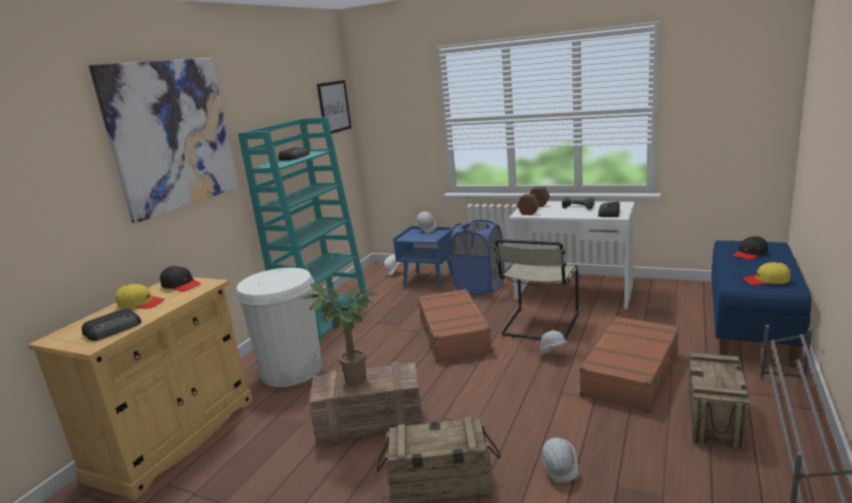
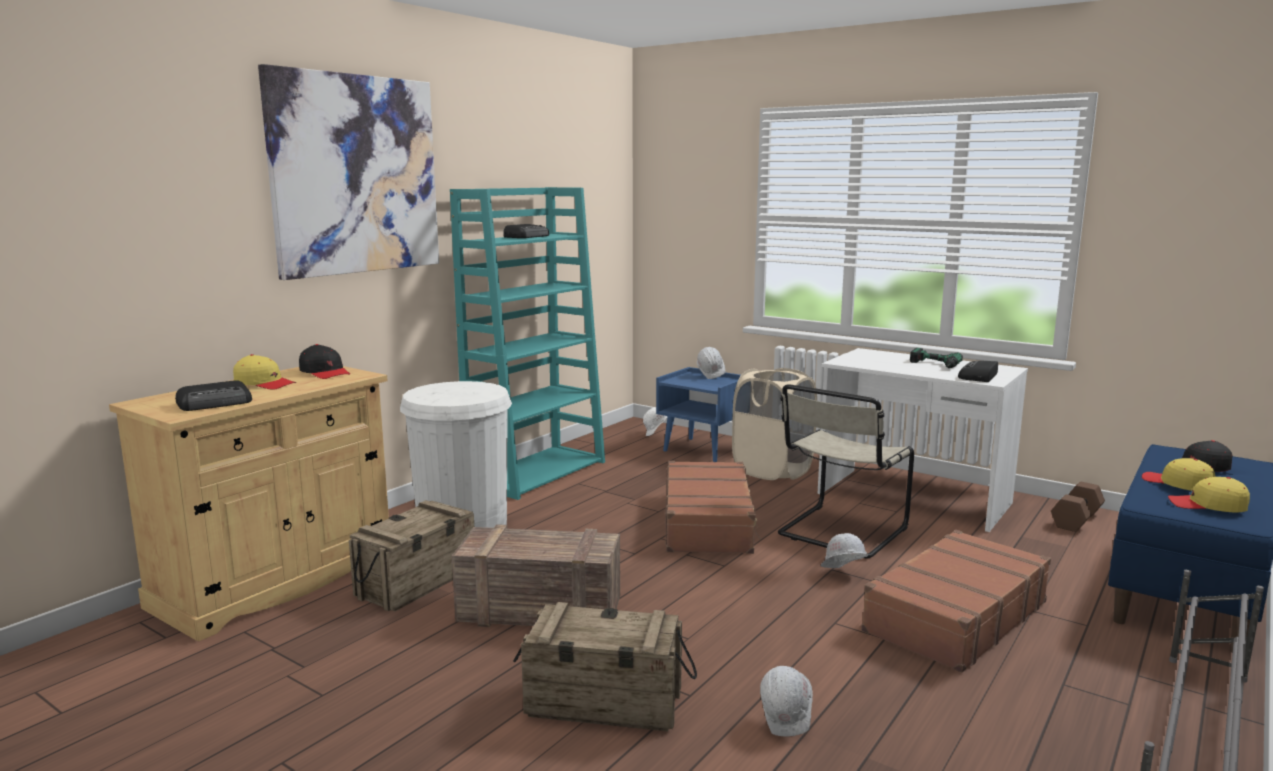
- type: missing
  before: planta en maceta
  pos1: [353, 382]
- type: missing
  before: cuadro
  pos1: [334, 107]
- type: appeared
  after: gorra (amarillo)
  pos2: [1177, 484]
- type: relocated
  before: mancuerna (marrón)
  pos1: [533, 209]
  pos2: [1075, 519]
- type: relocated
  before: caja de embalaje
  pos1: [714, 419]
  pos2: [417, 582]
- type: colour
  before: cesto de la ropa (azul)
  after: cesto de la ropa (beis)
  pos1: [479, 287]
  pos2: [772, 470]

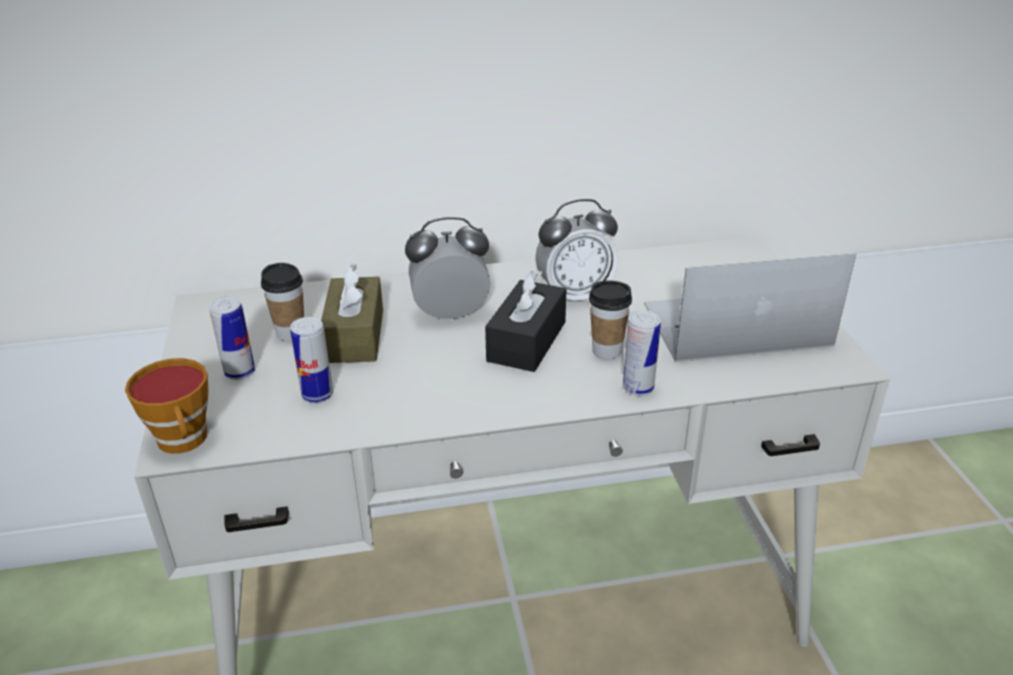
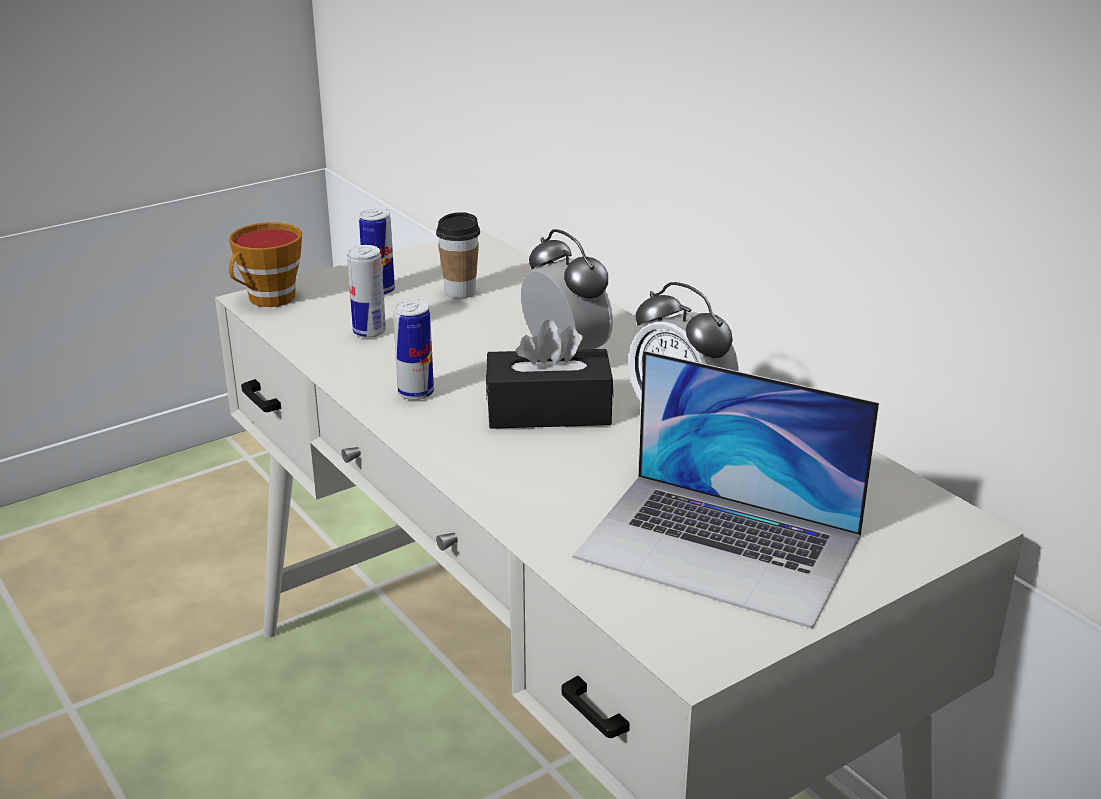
- type: missing
  before: caja de pañuelos (marrón)
  pos1: [355, 335]
- type: missing
  before: taza
  pos1: [607, 351]
- type: relocated
  before: lata
  pos1: [638, 388]
  pos2: [416, 393]
- type: spun
  before: portátil
  pos1: [734, 324]
  pos2: [720, 546]
  turn: 150

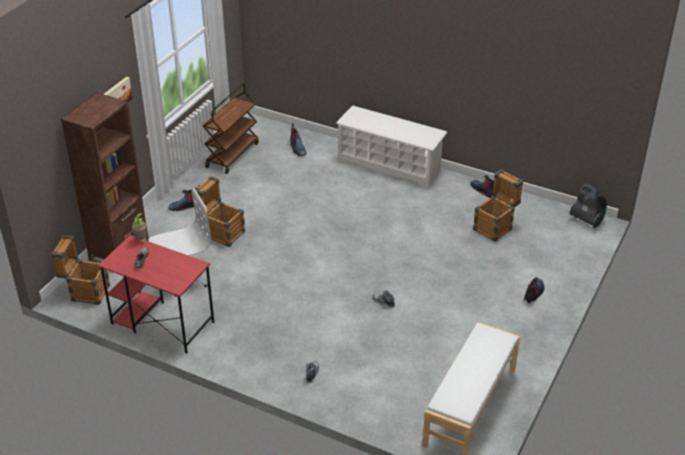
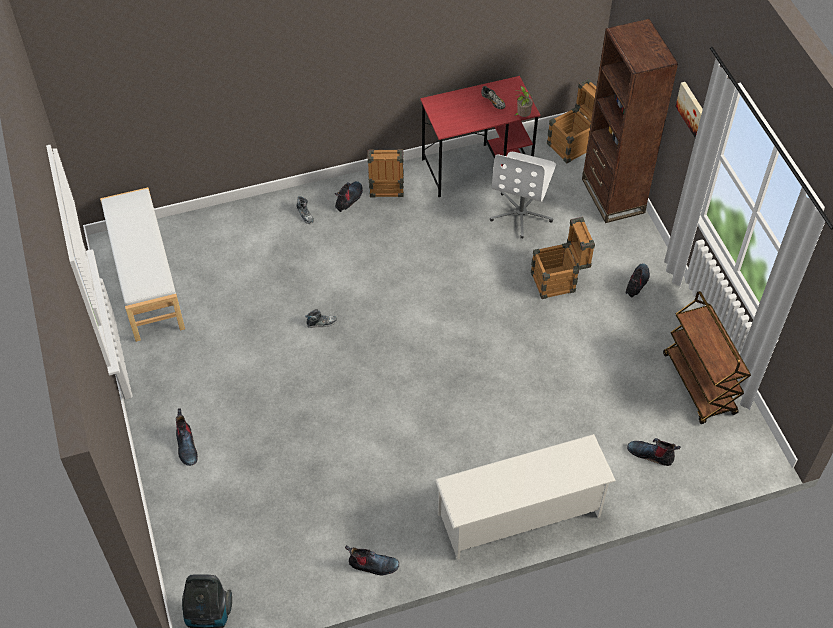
- type: appeared
  after: bota
  pos2: [349, 199]
- type: relocated
  before: caja de embalaje
  pos1: [495, 227]
  pos2: [386, 189]

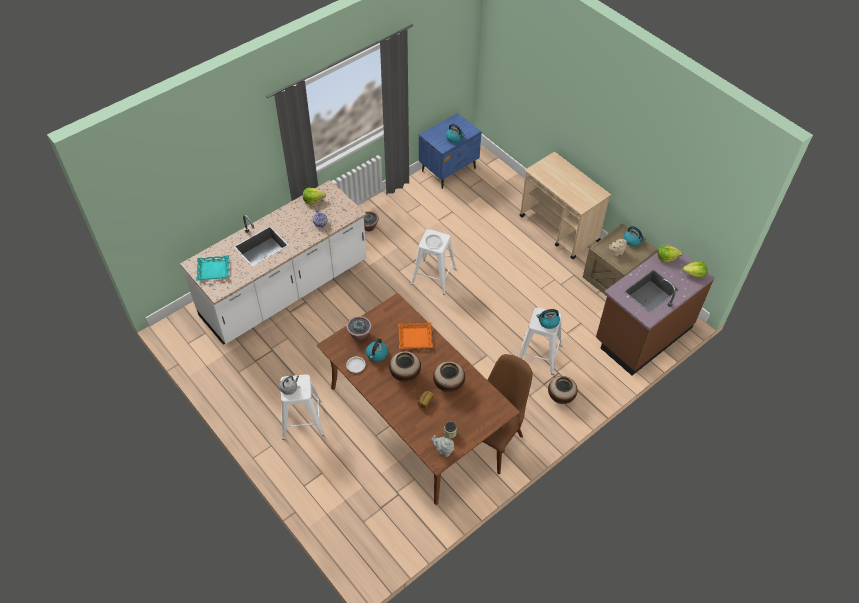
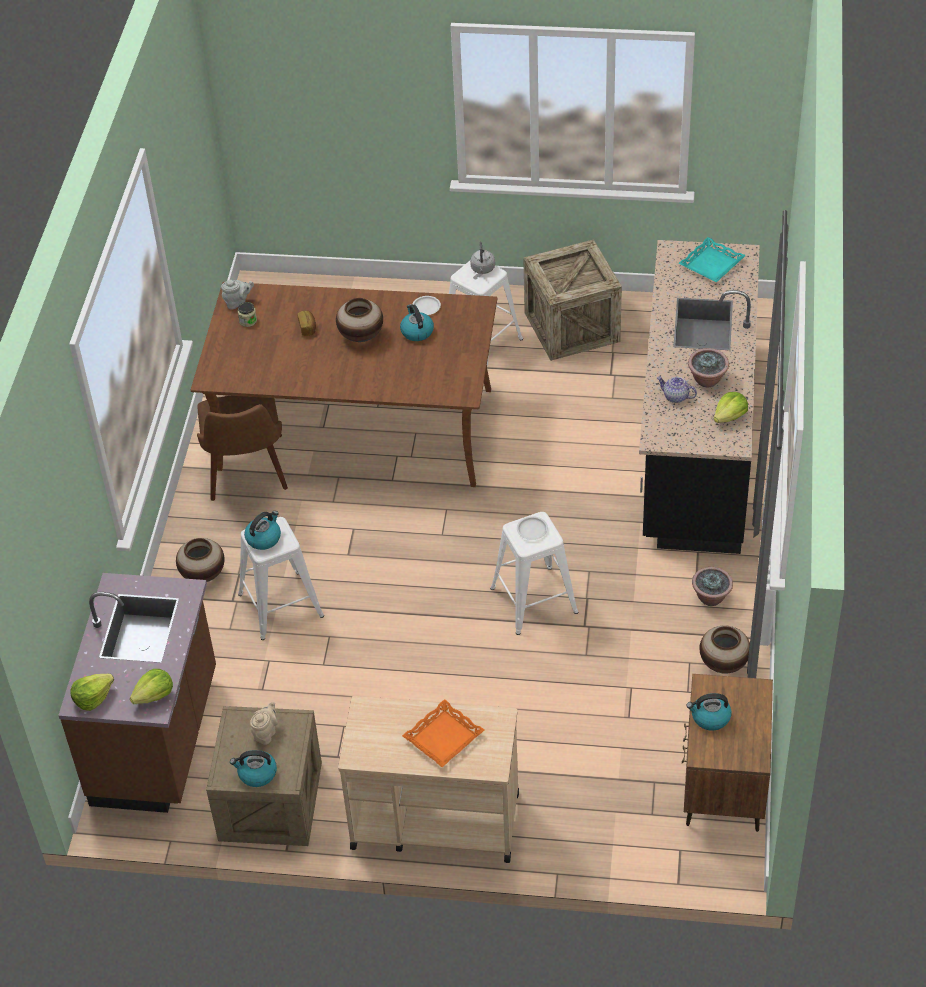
- type: appeared
  after: caja de embalaje
  pos2: [572, 327]
- type: relocated
  before: planta en maceta
  pos1: [359, 334]
  pos2: [707, 380]
- type: relocated
  before: bandeja (naranja)
  pos1: [415, 337]
  pos2: [444, 738]
- type: relocated
  before: florero
  pos1: [448, 384]
  pos2: [723, 663]
- type: colour
  before: mueble bajo de cocina (blanco)
  after: mueble bajo de cocina (negro)
  pos1: [285, 289]
  pos2: [695, 441]
- type: colour
  before: mesita de noche (azul)
  after: mesita de noche (marrón)
  pos1: [449, 170]
  pos2: [723, 788]

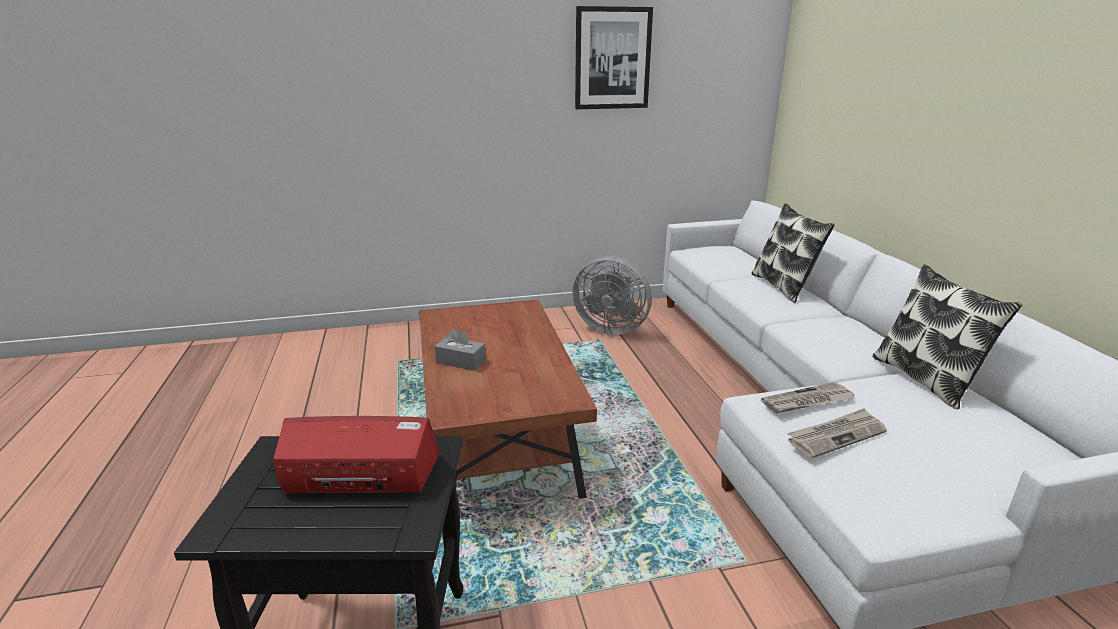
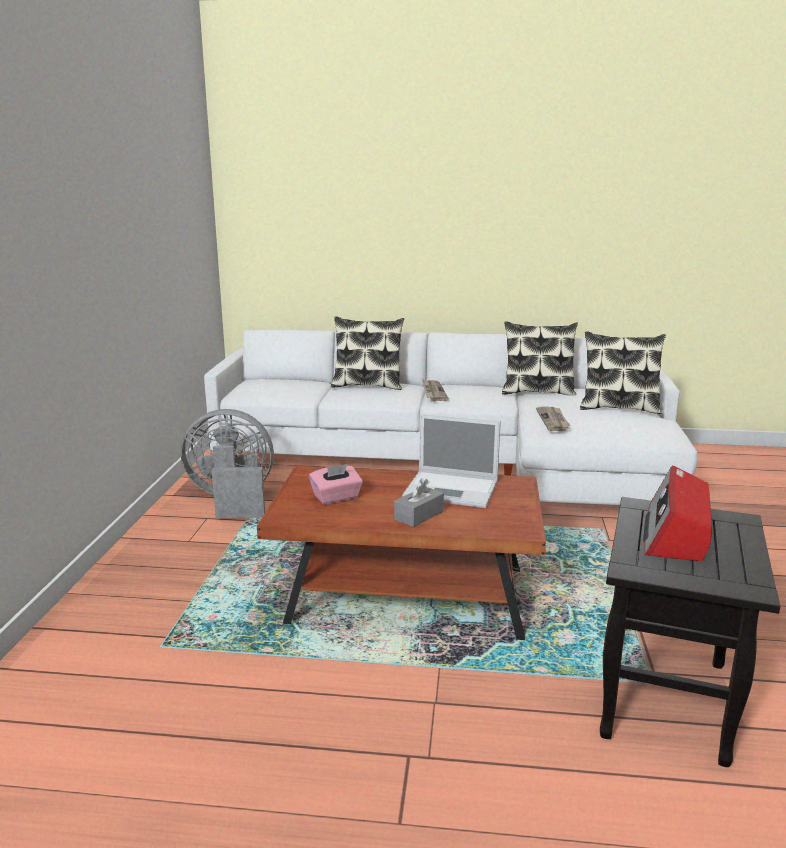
- type: missing
  before: cuadro
  pos1: [612, 58]
- type: appeared
  after: caja de pañuelos (rosa)
  pos2: [336, 497]
- type: appeared
  after: portátil
  pos2: [453, 490]
- type: appeared
  after: cojín
  pos2: [619, 408]
- type: relocated
  before: periódico
  pos1: [836, 435]
  pos2: [433, 392]
- type: spun
  before: ventilador (gris)
  pos1: [610, 328]
  pos2: [232, 500]
  turn: -135

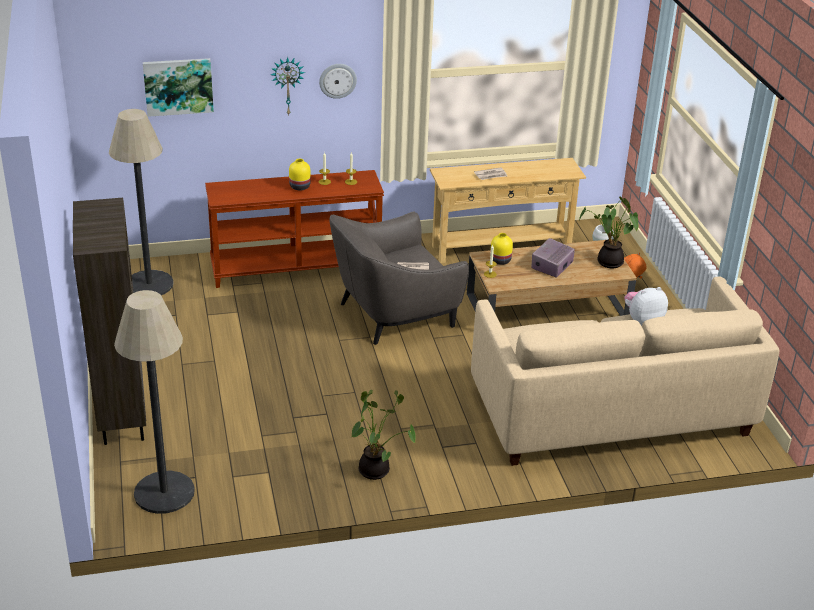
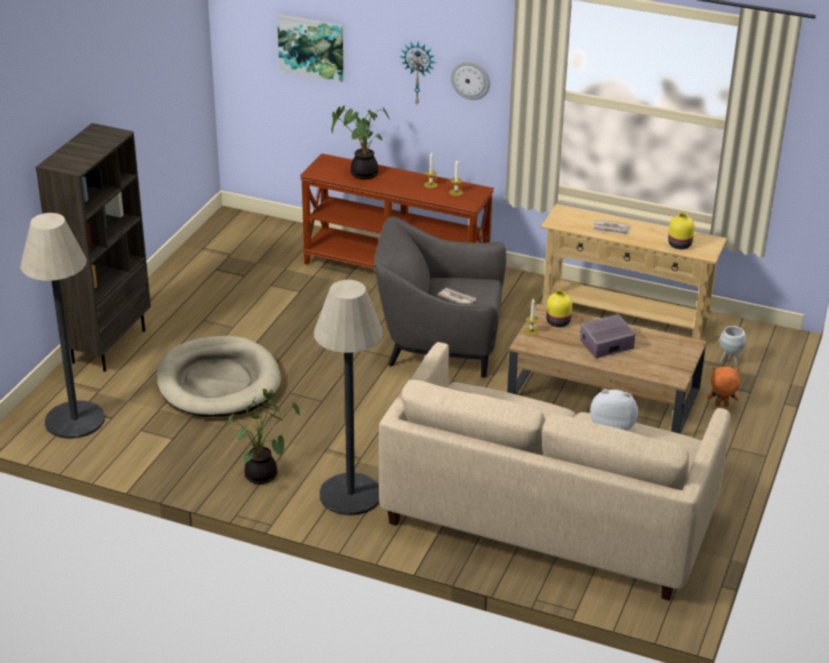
- type: appeared
  after: cama para perro (beis)
  pos2: [218, 382]
- type: relocated
  before: lámpara de pie
  pos1: [149, 284]
  pos2: [350, 494]
- type: relocated
  before: florero (amarillo)
  pos1: [299, 186]
  pos2: [679, 244]
- type: relocated
  before: planta en maceta
  pos1: [607, 262]
  pos2: [362, 173]

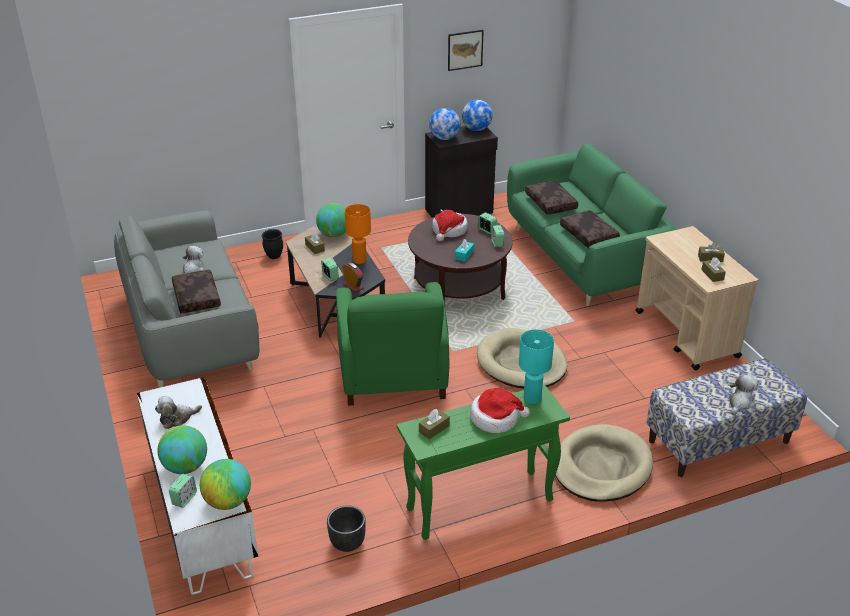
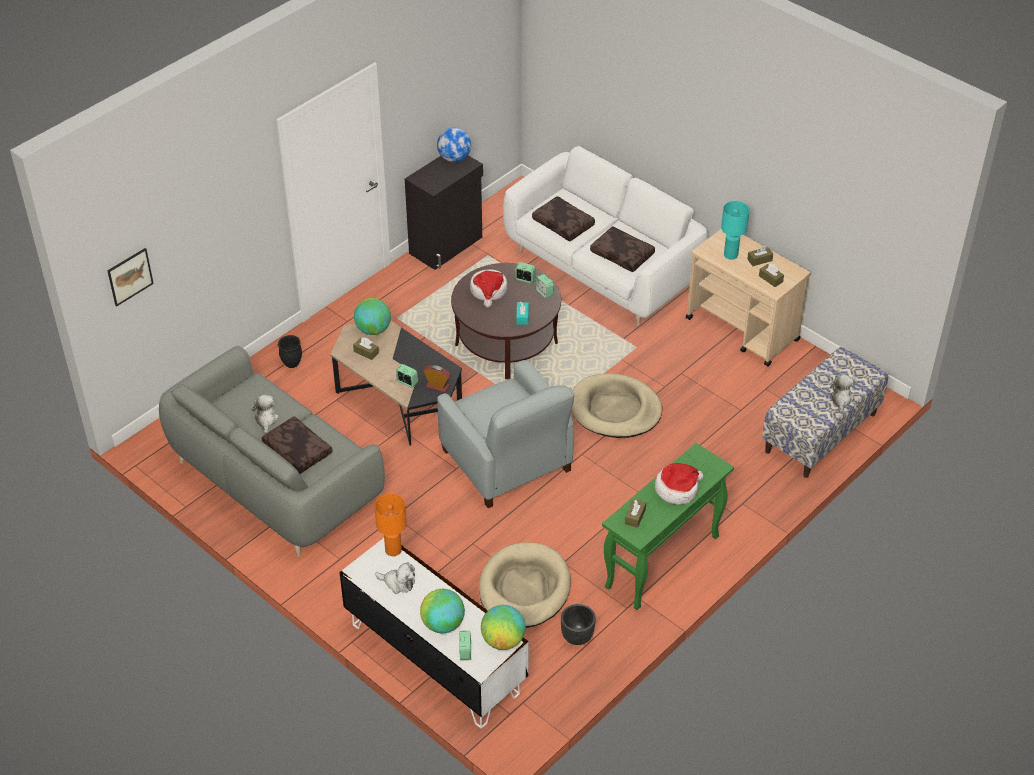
- type: missing
  before: globo terráqueo
  pos1: [444, 138]
- type: relocated
  before: lámpara de mesa (naranja)
  pos1: [359, 260]
  pos2: [393, 550]
- type: relocated
  before: cuadro
  pos1: [465, 50]
  pos2: [130, 276]
- type: relocated
  before: lámpara de mesa (turquesa)
  pos1: [532, 399]
  pos2: [731, 255]
- type: relocated
  before: cama para perro (beis)
  pos1: [601, 467]
  pos2: [524, 588]
- type: colour
  before: sillón (verde)
  after: sillón (gris)
  pos1: [393, 374]
  pos2: [507, 462]
- type: colour
  before: sofá (verde)
  after: sofá (blanco)
  pos1: [582, 257]
  pos2: [603, 268]
- type: spun
  before: peluche
  pos1: [177, 418]
  pos2: [398, 583]
  turn: -105

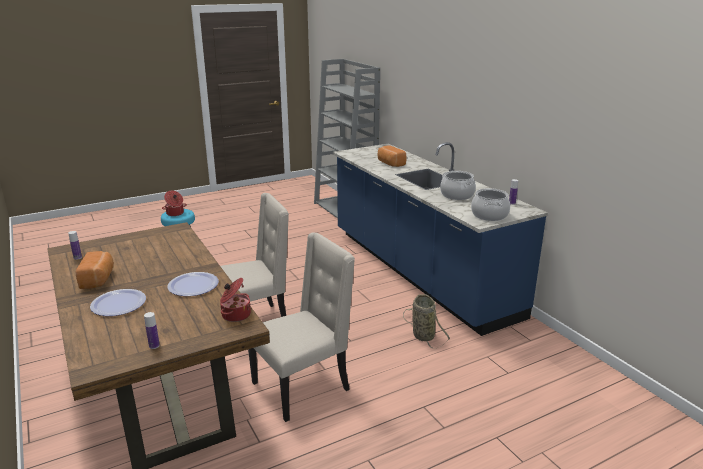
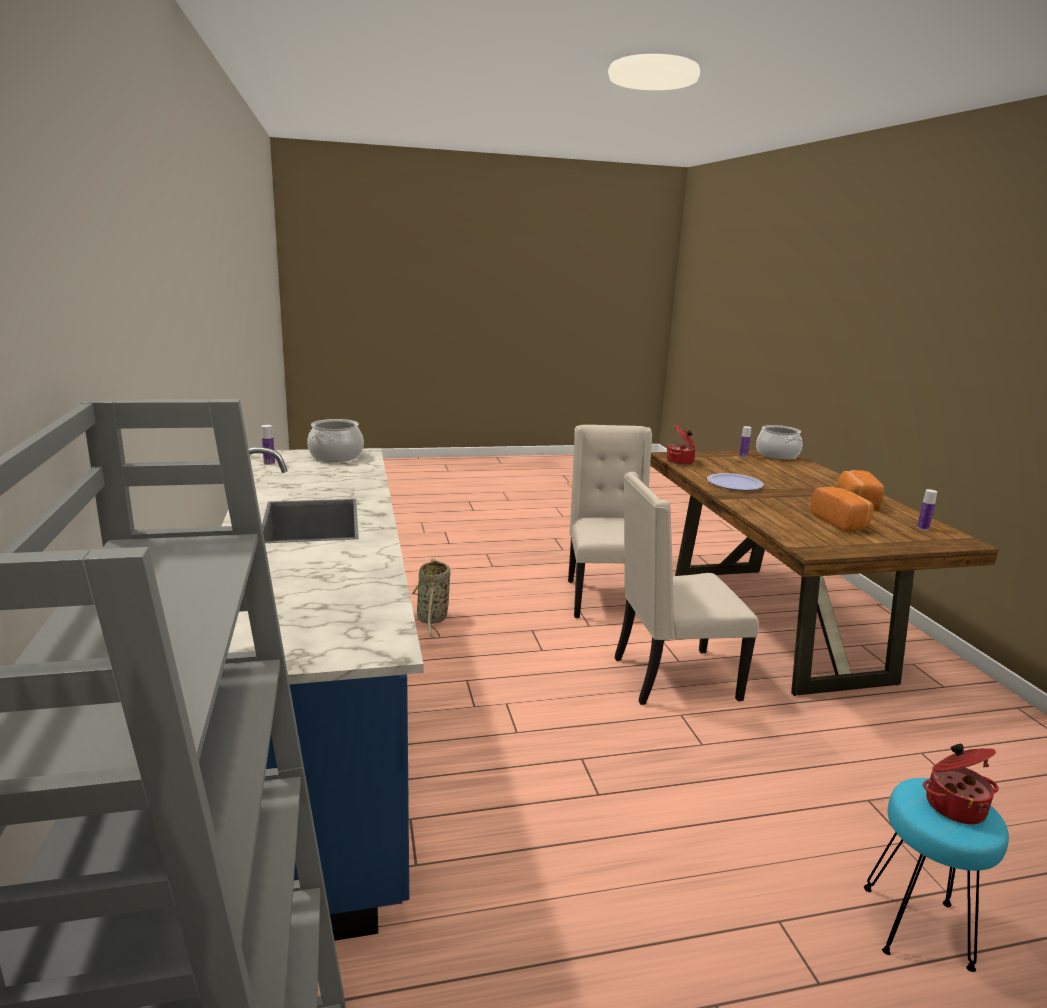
- type: missing
  before: plato
  pos1: [118, 304]
- type: relocated
  before: pan
  pos1: [390, 163]
  pos2: [841, 521]
- type: relocated
  before: olla
  pos1: [457, 195]
  pos2: [777, 455]
- type: spun
  before: silla (beis)
  pos1: [303, 386]
  pos2: [606, 598]
  turn: 105

